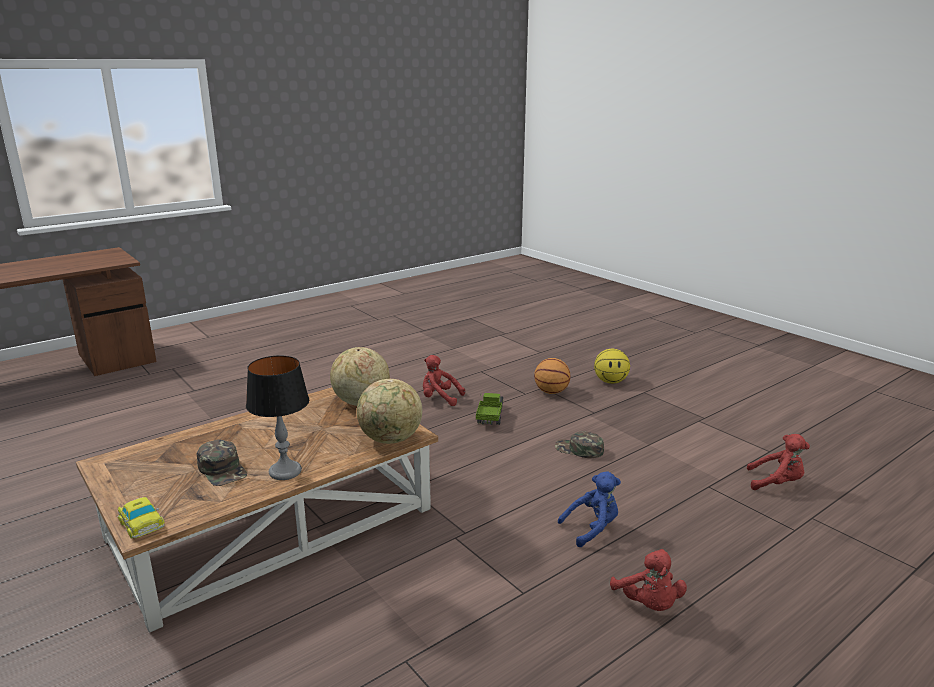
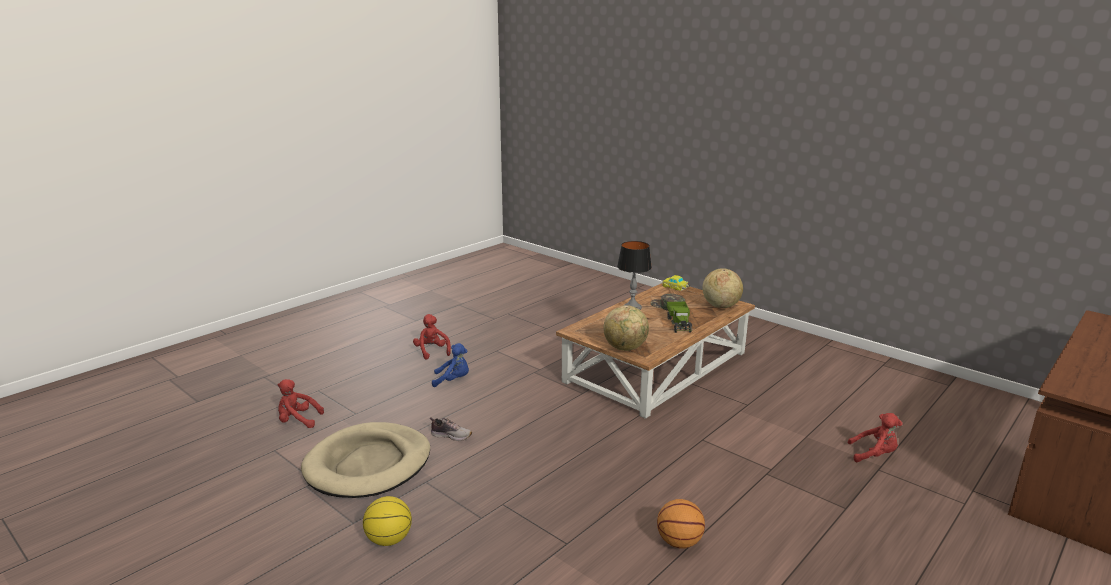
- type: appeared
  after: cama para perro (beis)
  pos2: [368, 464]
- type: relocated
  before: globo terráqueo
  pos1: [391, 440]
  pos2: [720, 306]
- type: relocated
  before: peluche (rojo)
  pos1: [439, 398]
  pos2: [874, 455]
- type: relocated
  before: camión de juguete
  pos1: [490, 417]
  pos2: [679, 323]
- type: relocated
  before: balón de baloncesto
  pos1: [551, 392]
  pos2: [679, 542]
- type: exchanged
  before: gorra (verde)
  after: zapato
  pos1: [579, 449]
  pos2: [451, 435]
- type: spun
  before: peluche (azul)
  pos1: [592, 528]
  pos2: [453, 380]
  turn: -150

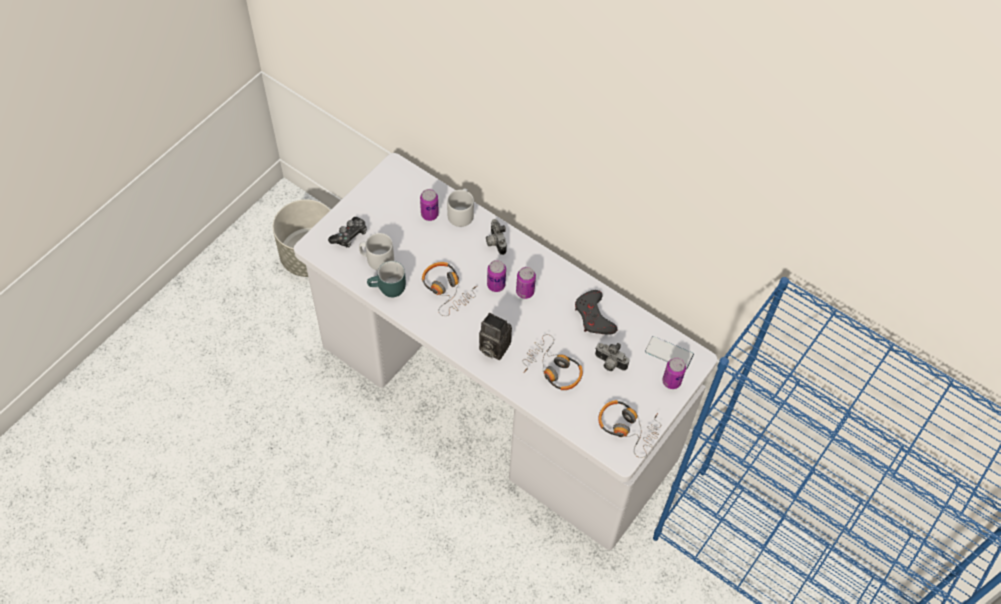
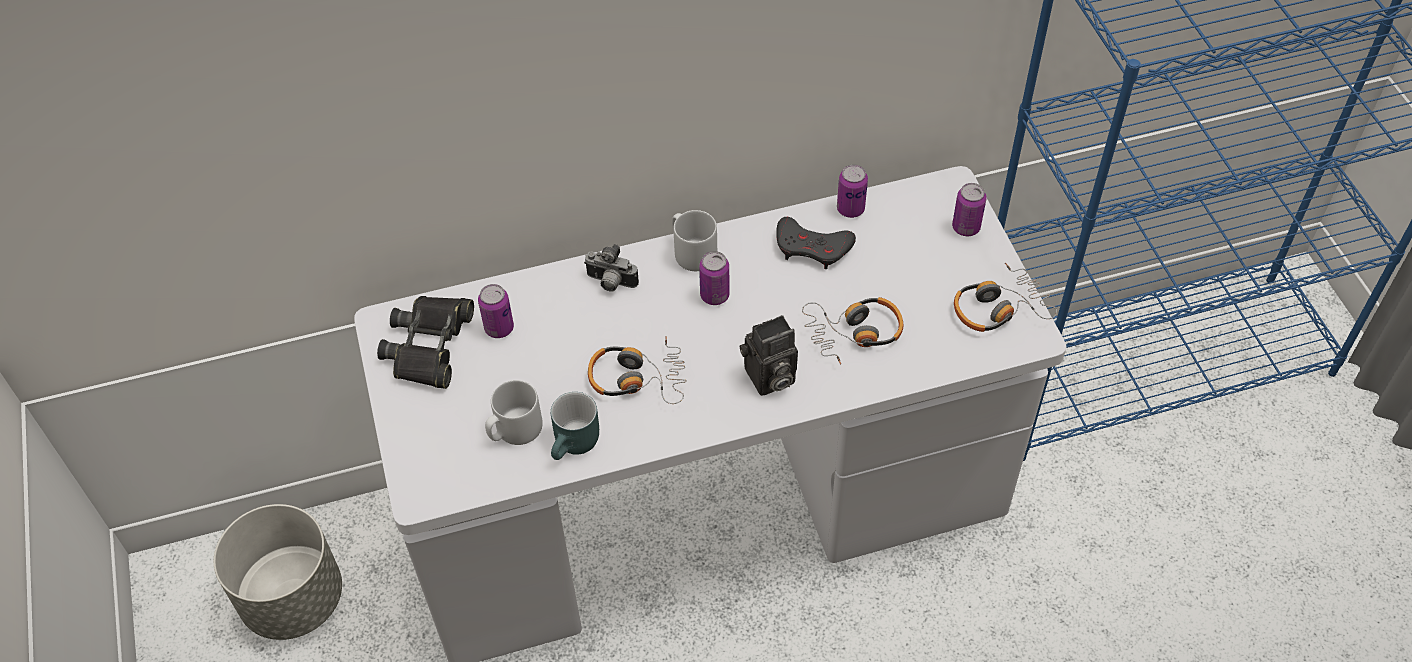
- type: missing
  before: mando de consola
  pos1: [350, 236]
- type: missing
  before: cámara
  pos1: [609, 364]
- type: missing
  before: móvil
  pos1: [669, 353]
- type: appeared
  after: prismáticos (negro)
  pos2: [429, 346]
- type: relocated
  before: taza grande (gris)
  pos1: [461, 214]
  pos2: [692, 252]
- type: relocated
  before: lata
  pos1: [496, 285]
  pos2: [850, 209]

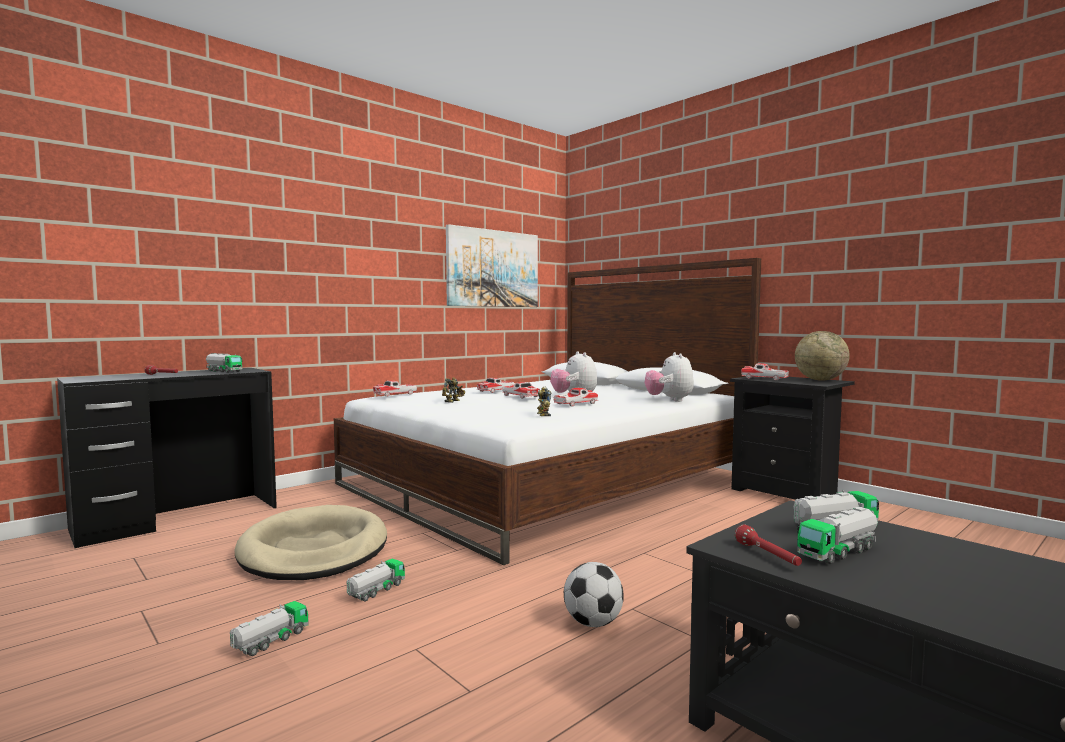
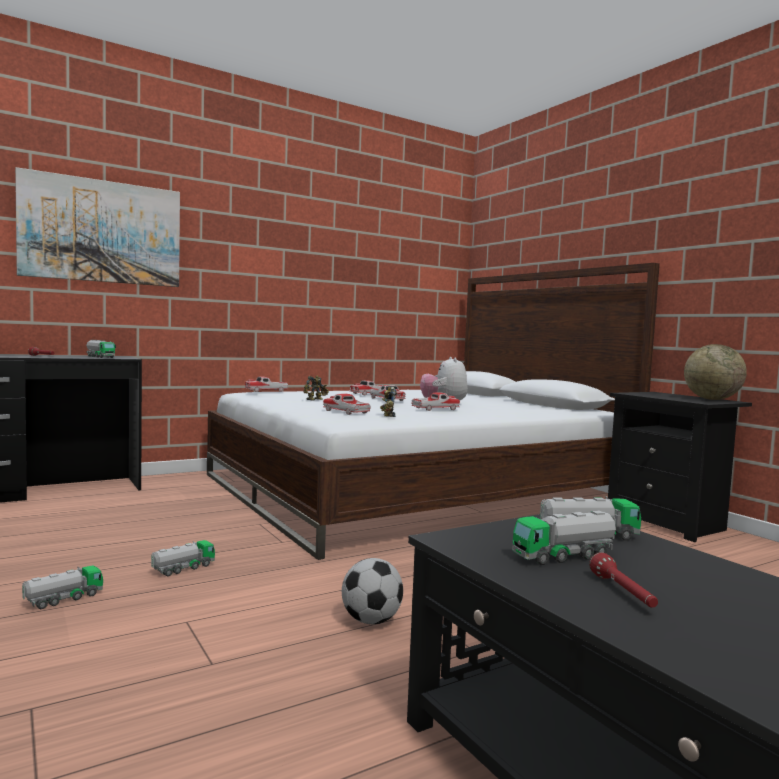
- type: missing
  before: cama para perro (beis)
  pos1: [314, 550]
- type: missing
  before: peluche
  pos1: [669, 400]
- type: relocated
  before: cuadro
  pos1: [493, 268]
  pos2: [102, 231]
- type: relocated
  before: linterna (rojo)
  pos1: [768, 556]
  pos2: [623, 593]
- type: relocated
  before: coche de juguete
  pos1: [764, 379]
  pos2: [346, 412]

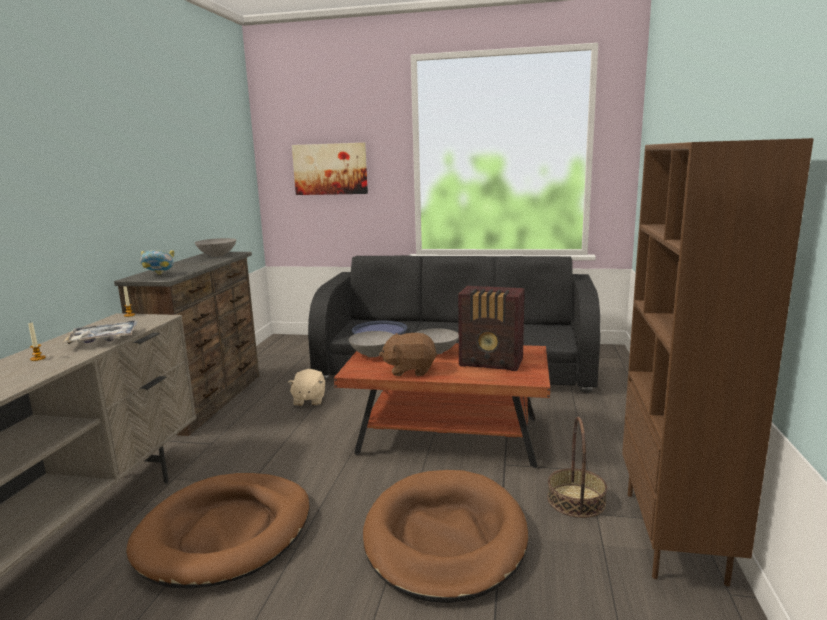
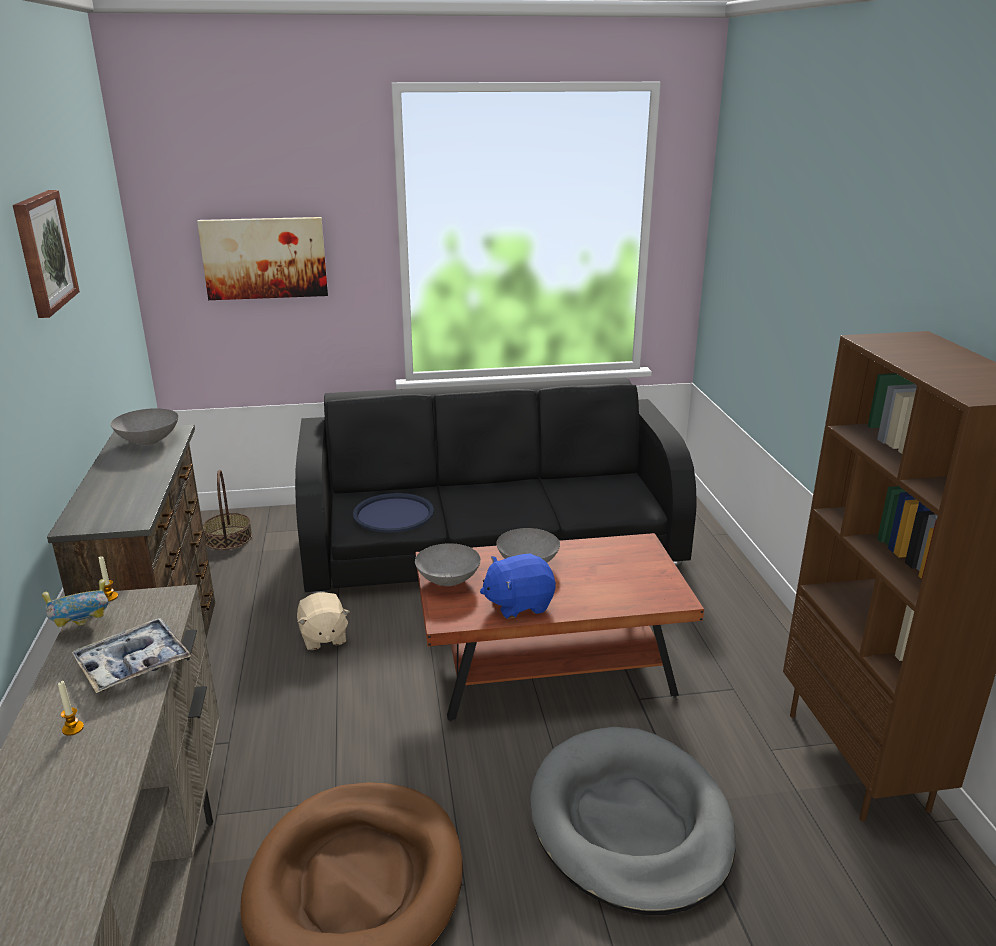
- type: missing
  before: radio
  pos1: [492, 363]
- type: appeared
  after: cuadro
  pos2: [43, 252]
- type: relocated
  before: cuenco
  pos1: [159, 275]
  pos2: [83, 627]
- type: relocated
  before: cesta
  pos1: [576, 500]
  pos2: [228, 538]
- type: colour
  before: cama para perro (marrón)
  after: cama para perro (gris)
  pos1: [445, 538]
  pos2: [630, 823]
- type: colour
  before: peluche (marrón)
  after: peluche (azul)
  pos1: [410, 370]
  pos2: [518, 604]

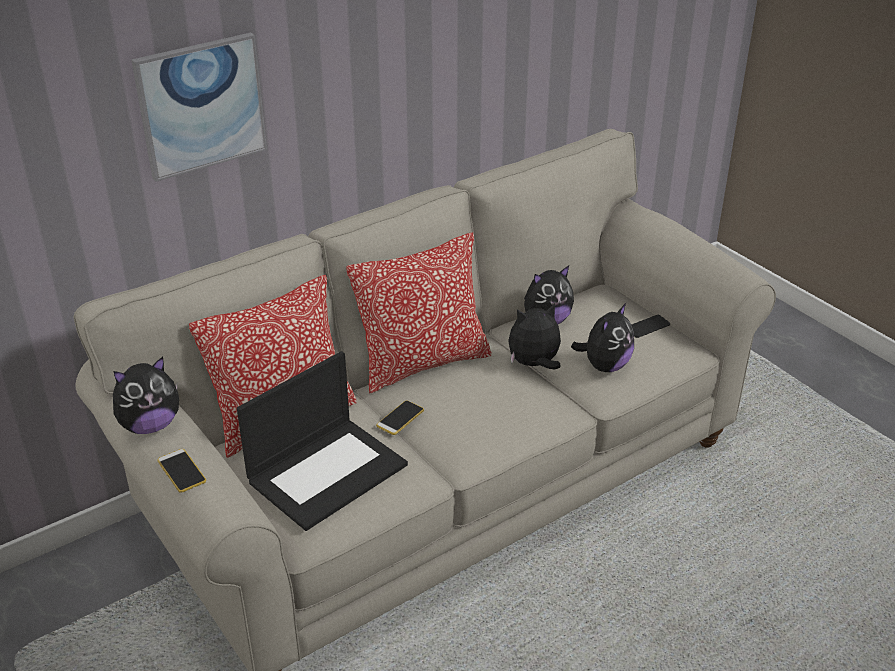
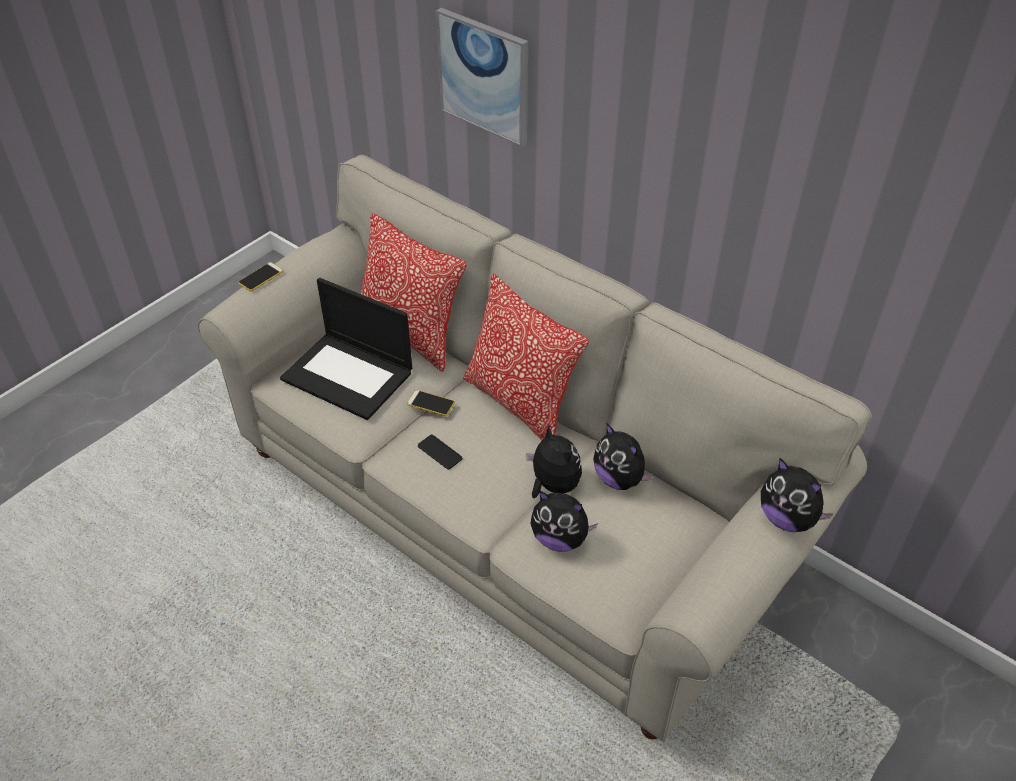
- type: relocated
  before: peluche
  pos1: [150, 425]
  pos2: [787, 518]
- type: relocated
  before: móvil
  pos1: [647, 327]
  pos2: [440, 452]

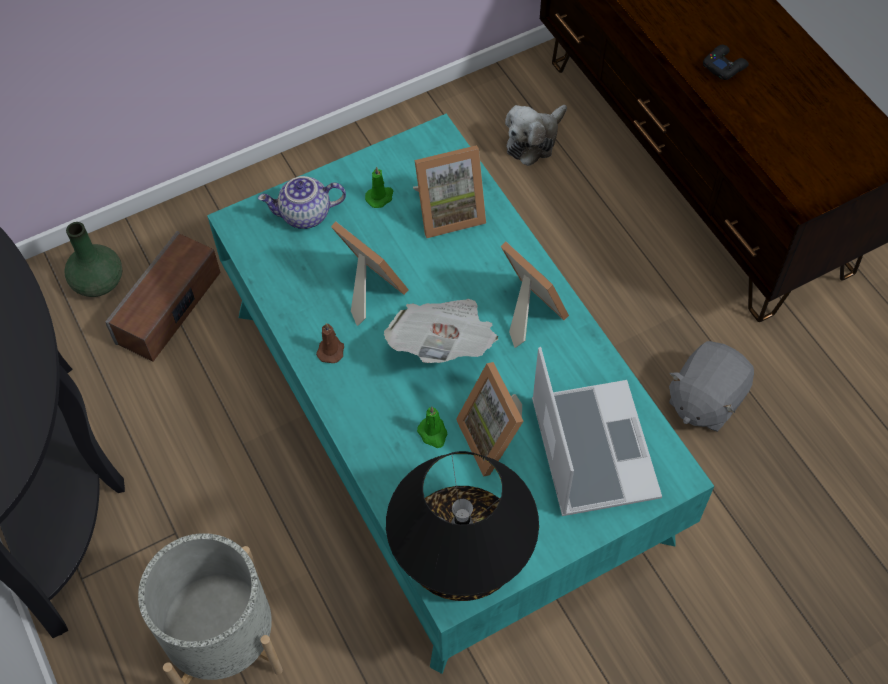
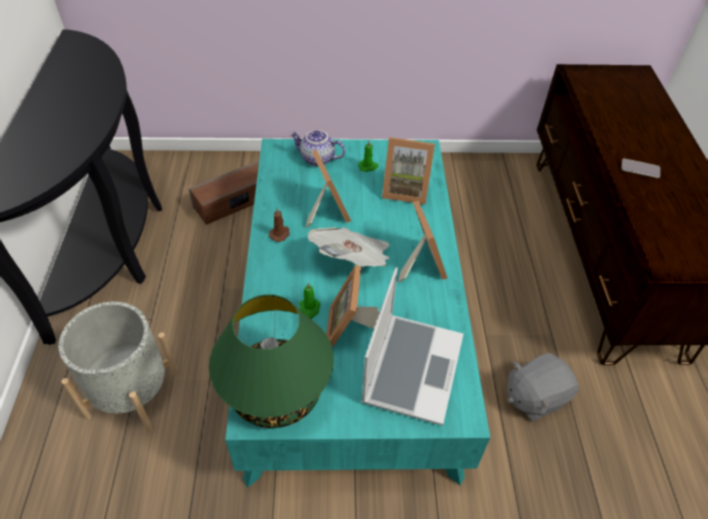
- type: missing
  before: florero (verde)
  pos1: [98, 281]
- type: missing
  before: peluche
  pos1: [534, 140]
- type: exchanged
  before: mando de consola (negro)
  after: móvil
  pos1: [724, 66]
  pos2: [640, 169]
- type: colour
  before: lámpara de mesa (negro)
  after: lámpara de mesa (verde)
  pos1: [461, 552]
  pos2: [276, 392]

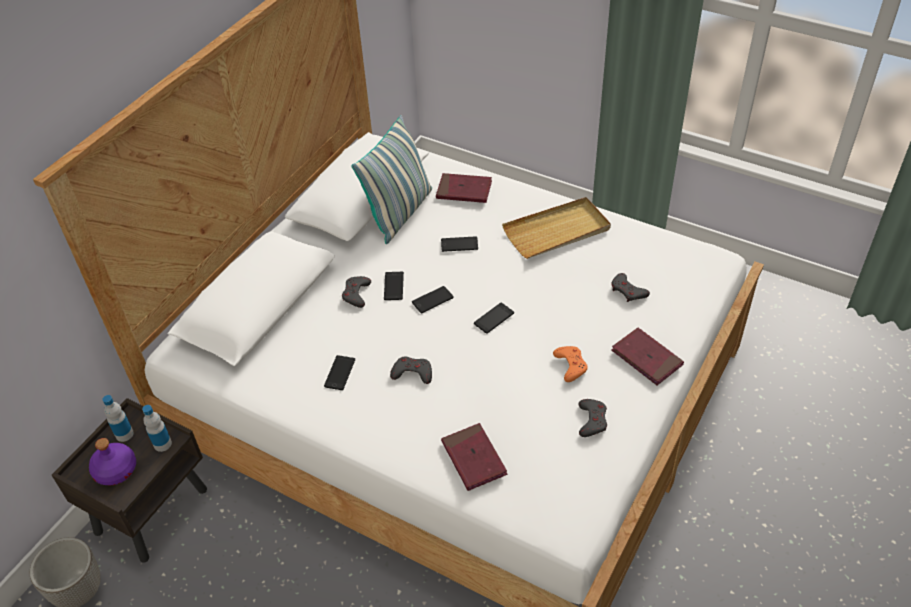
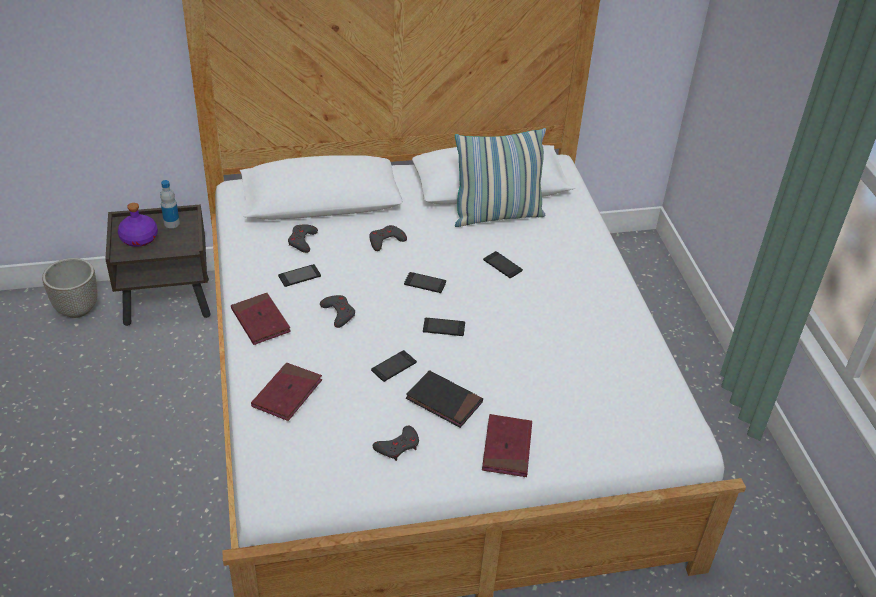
- type: missing
  before: botella
  pos1: [162, 444]
- type: missing
  before: bandeja (beis)
  pos1: [557, 231]
- type: relocated
  before: móvil
  pos1: [393, 286]
  pos2: [393, 366]
- type: relocated
  before: libro (rojo)
  pos1: [464, 190]
  pos2: [260, 321]
- type: relocated
  before: mando de consola (gris)
  pos1: [628, 291]
  pos2: [302, 241]
- type: exchanged
  before: mando de consola (naranja)
  after: libro (negro)
  pos1: [570, 365]
  pos2: [444, 401]

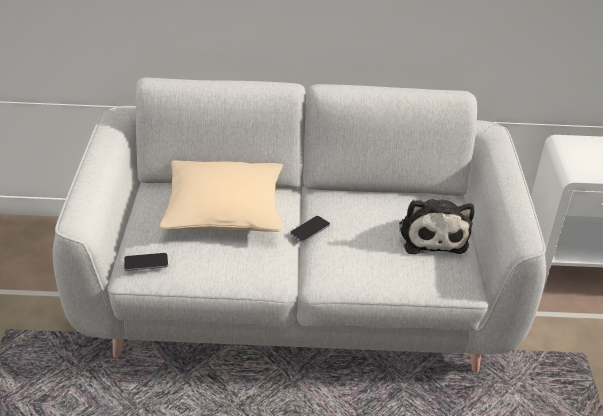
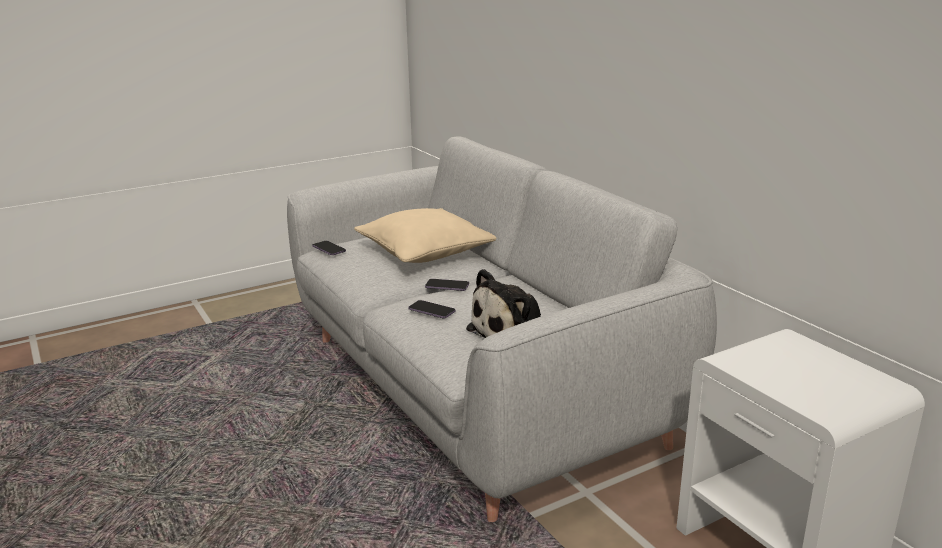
- type: appeared
  after: móvil
  pos2: [431, 311]

